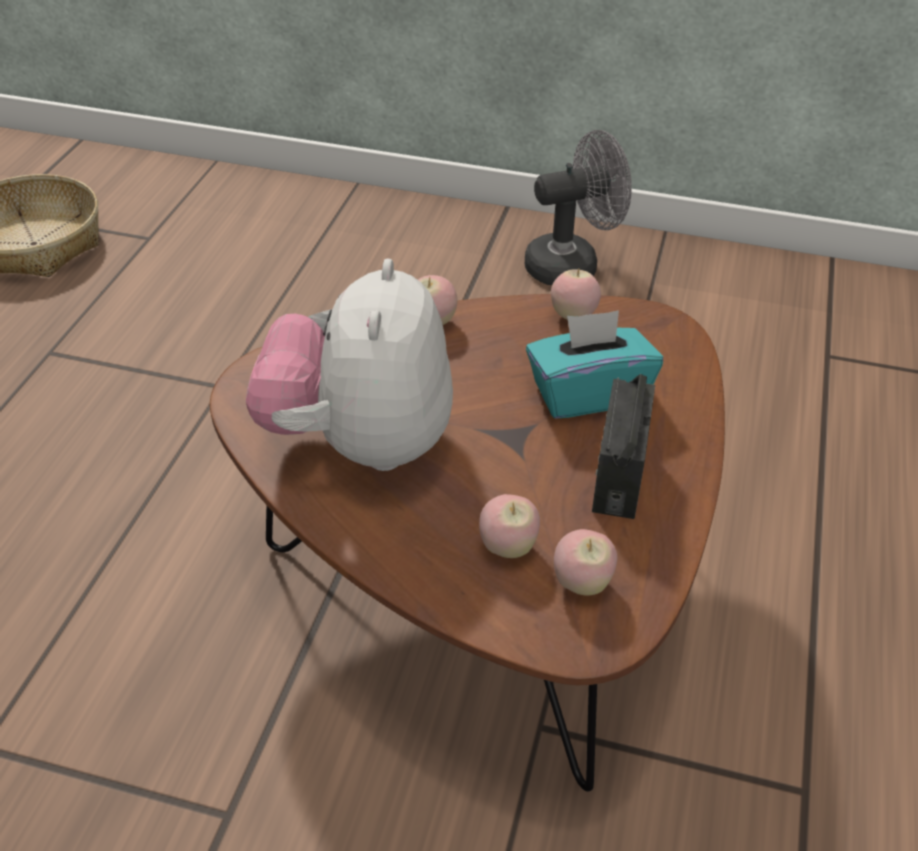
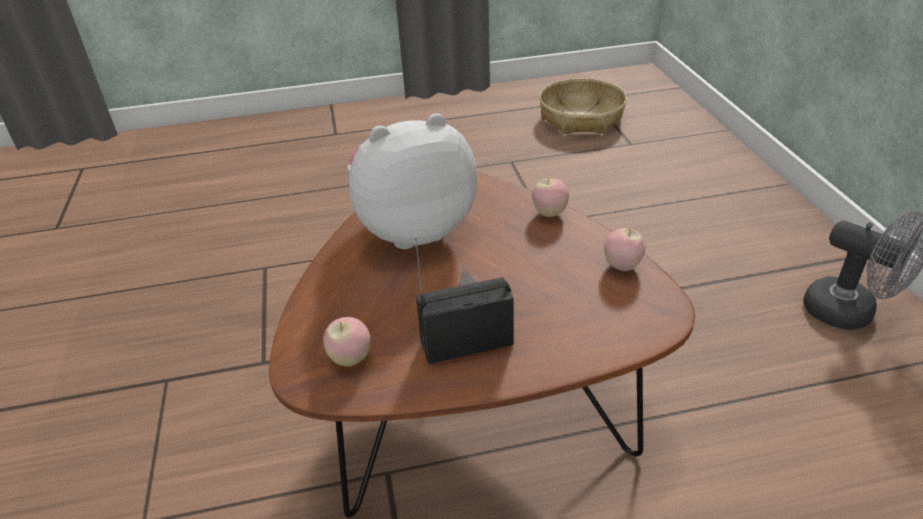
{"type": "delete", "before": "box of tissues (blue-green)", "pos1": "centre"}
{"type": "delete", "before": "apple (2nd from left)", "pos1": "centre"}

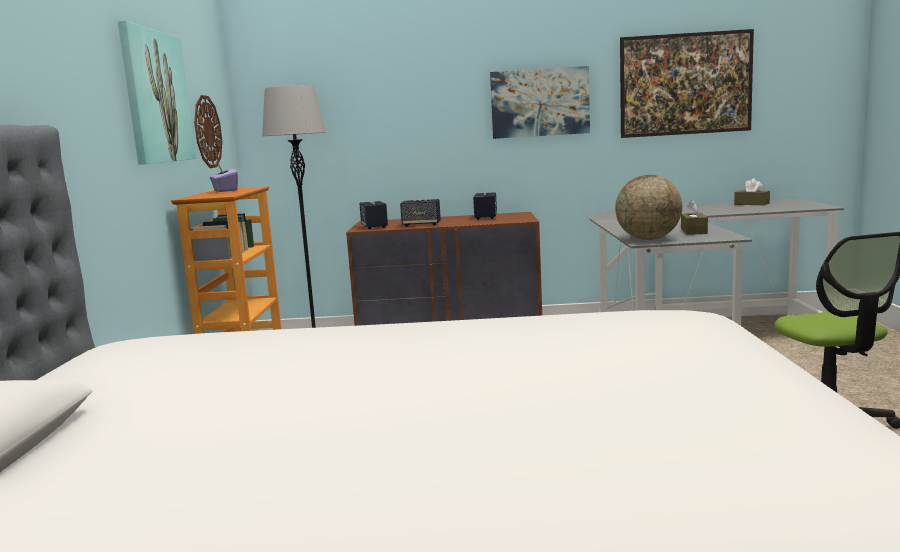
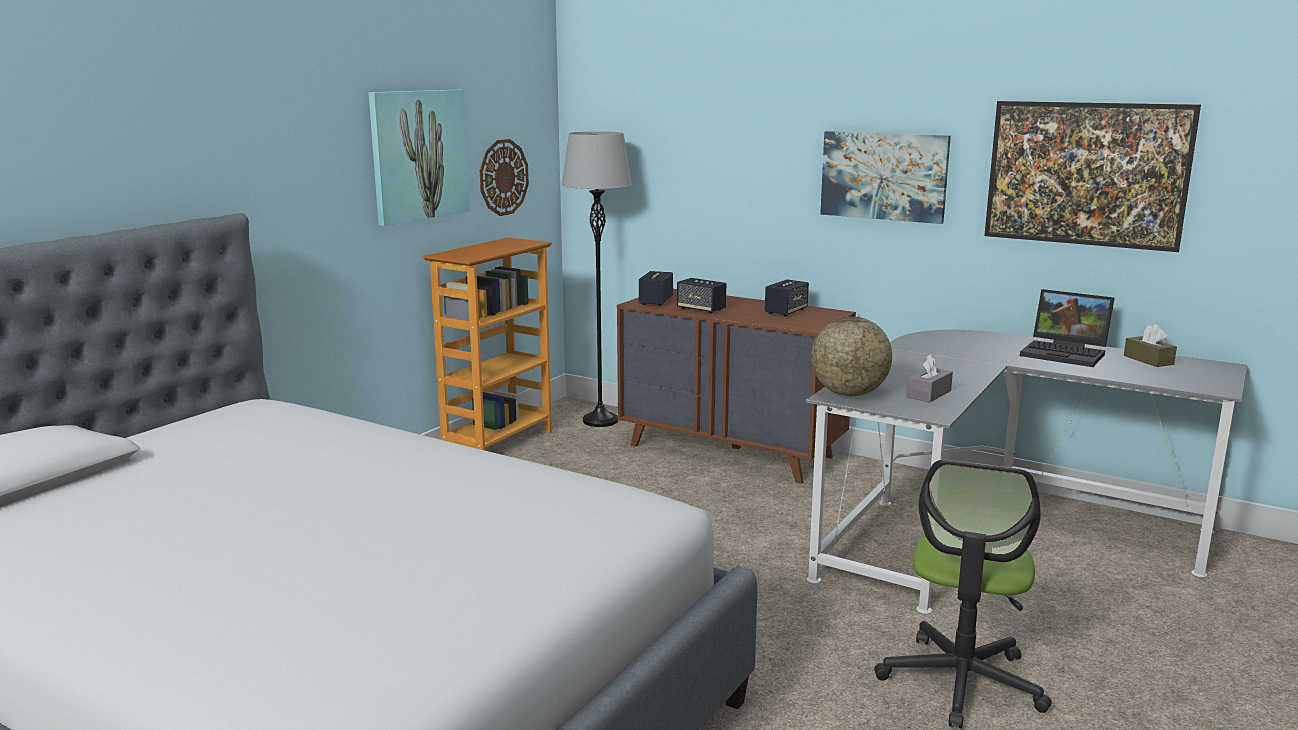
{"type": "delete", "before": "box of tissues (purplish)", "pos1": "top left"}
{"type": "recolor", "before": "box of tissues (brown-coloured) (1st from left)", "after": "box of tissues (grey)", "pos1": "middle right", "pos2": "middle right"}
{"type": "insert", "after": "notebook computer", "pos2": "middle right"}

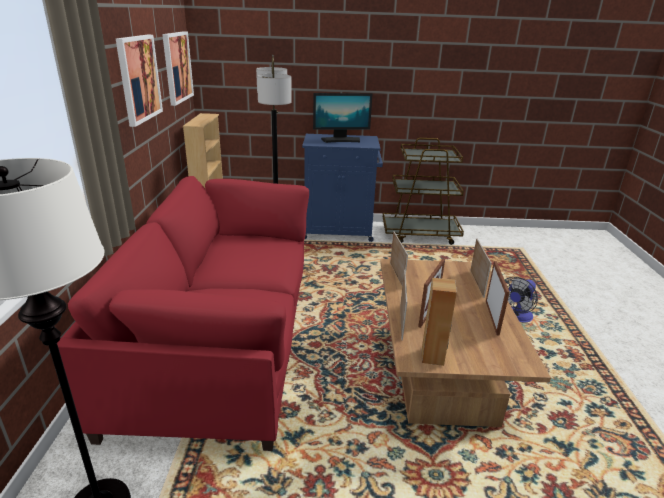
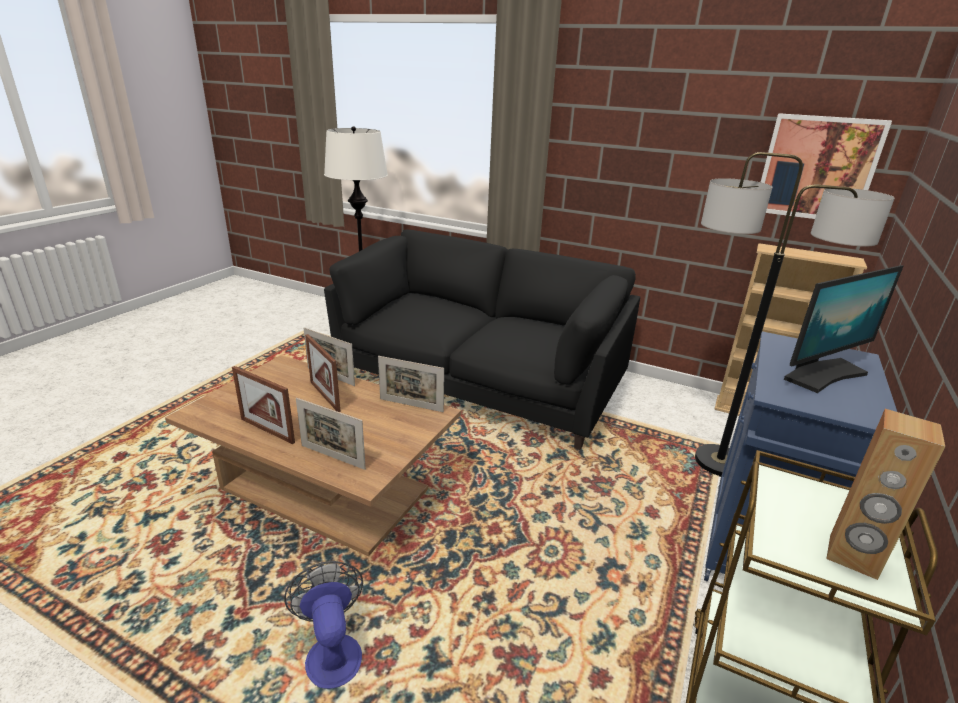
{"type": "delete", "before": "wall art (1st from left)", "pos1": "top left"}
{"type": "rotate", "before": "computer screen", "pos1": "top centre", "pos2": "middle right", "turn": -135}
{"type": "recolor", "before": "settee (reddish)", "after": "settee (black)", "pos1": "middle left", "pos2": "centre"}
{"type": "move", "before": "audio speaker (brown-coloured)", "pos1": "centre", "pos2": "bottom right"}

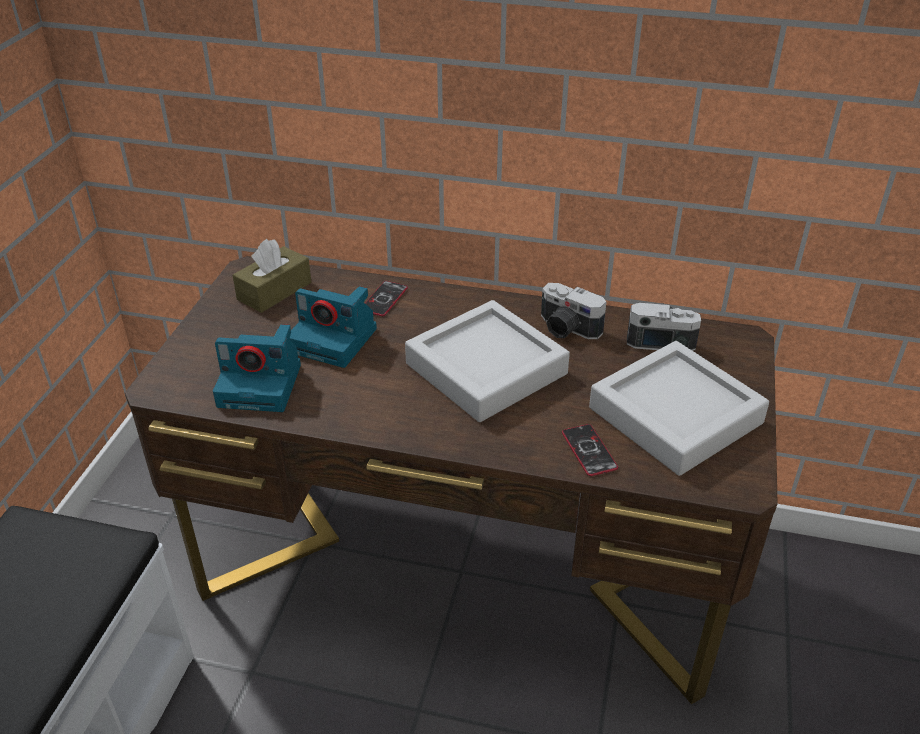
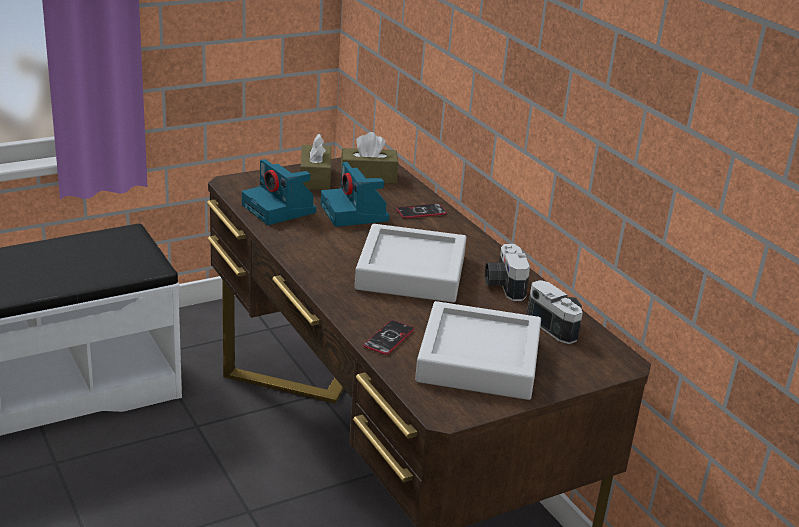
{"type": "insert", "after": "box of tissues (brown-coloured) (1st from left)", "pos2": "top centre"}

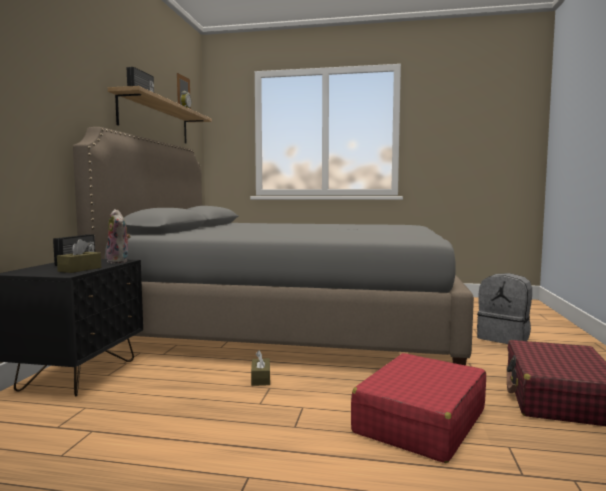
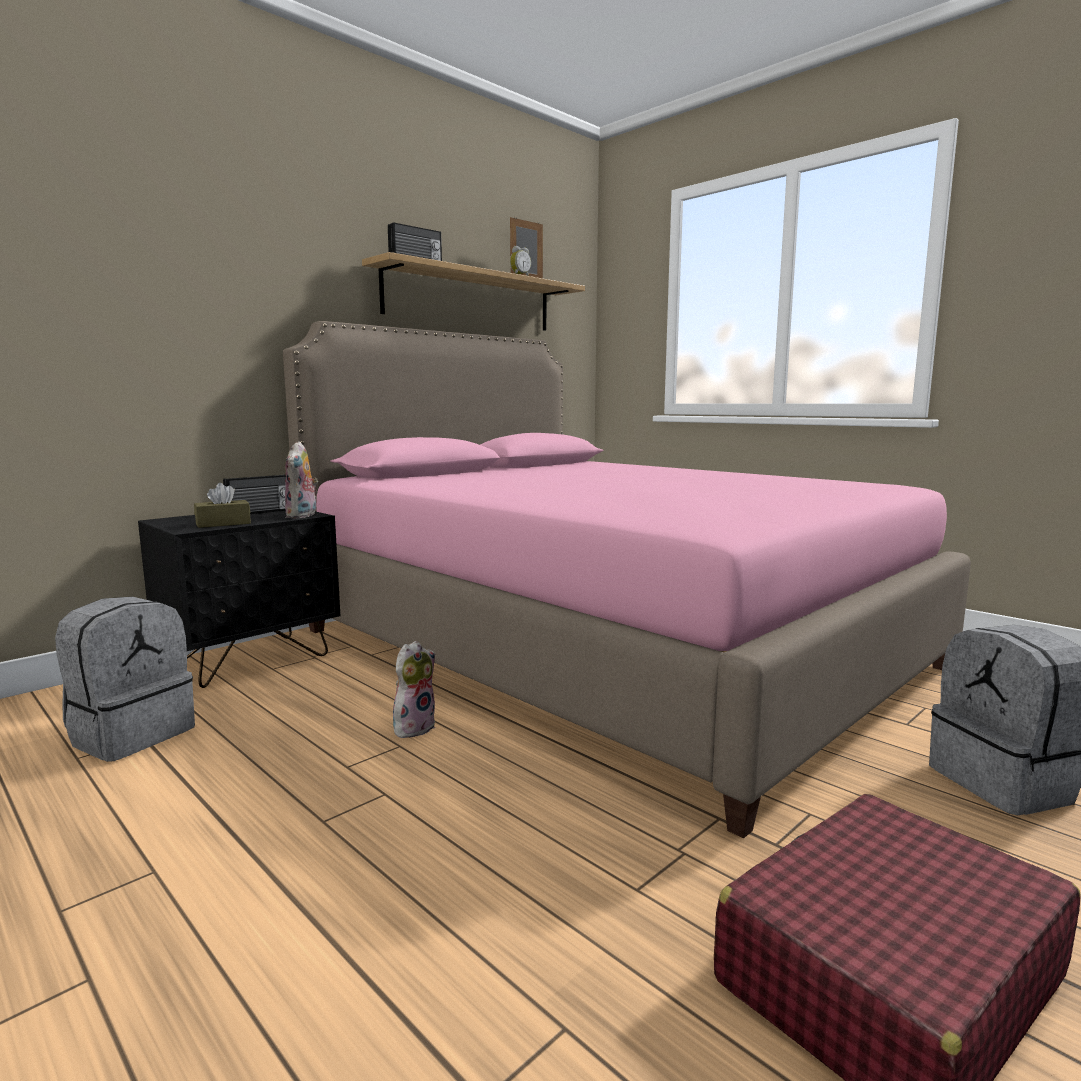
{"type": "recolor", "before": "bed (grey)", "after": "bed (pinkish)", "pos1": "centre", "pos2": "centre"}
{"type": "replace", "before": "box of tissues (brown-coloured) (2nd from left)", "after": "cuddly toy (2nd from left)", "pos1": "bottom centre", "pos2": "centre"}
{"type": "delete", "before": "piece of luggage (reddish) (1st from left)", "pos1": "bottom right"}
{"type": "insert", "after": "knapsack (grey) (1st from left)", "pos2": "middle left"}

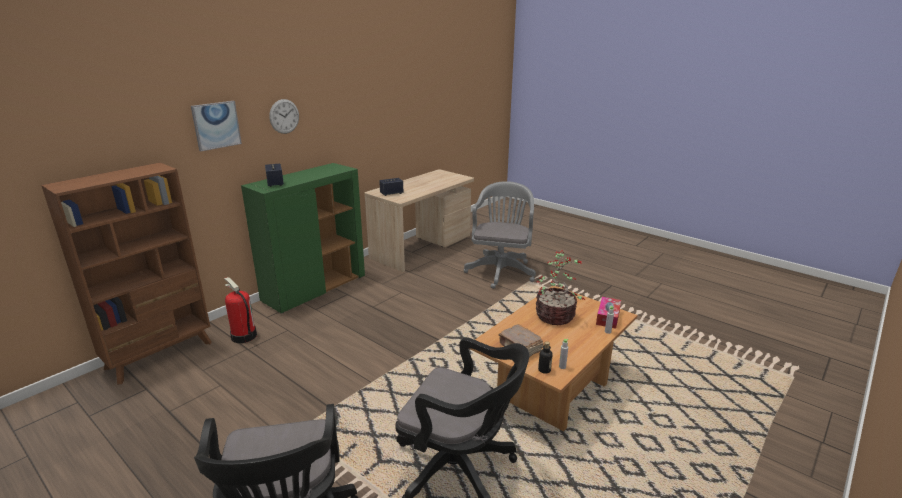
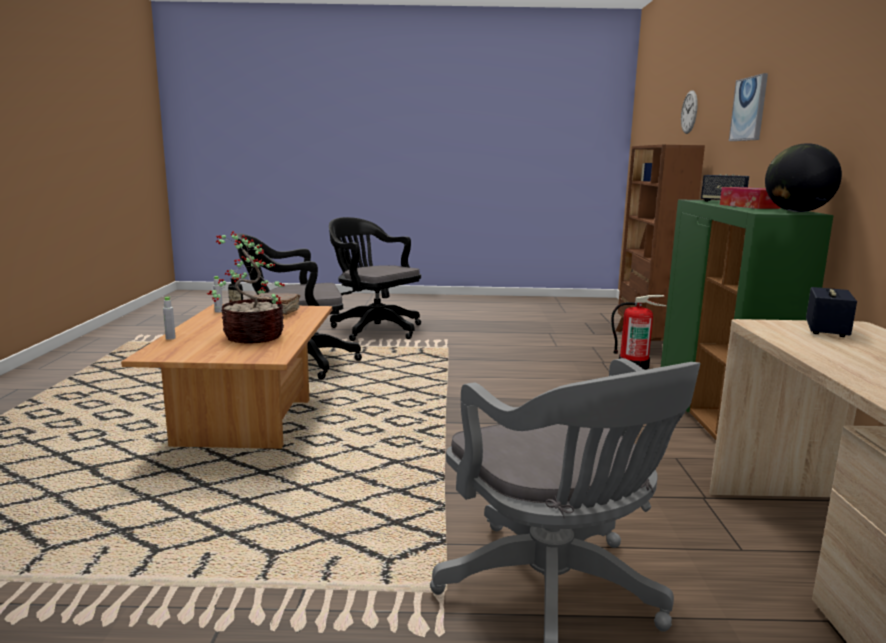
{"type": "move", "before": "hanging clock", "pos1": "top left", "pos2": "top right"}
{"type": "move", "before": "box of tissues", "pos1": "middle right", "pos2": "top right"}
{"type": "insert", "after": "globe", "pos2": "top right"}

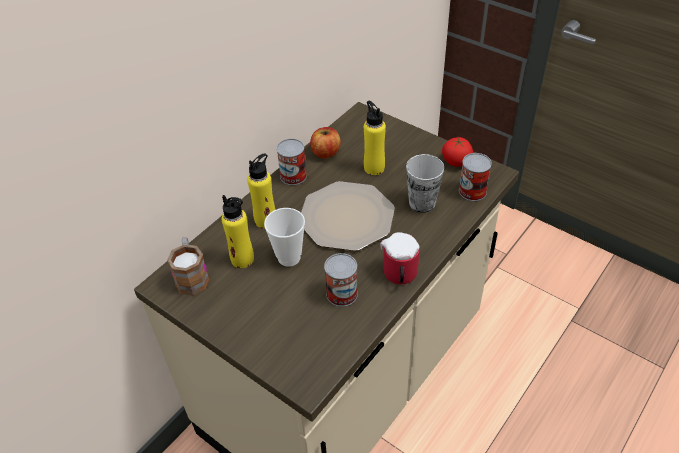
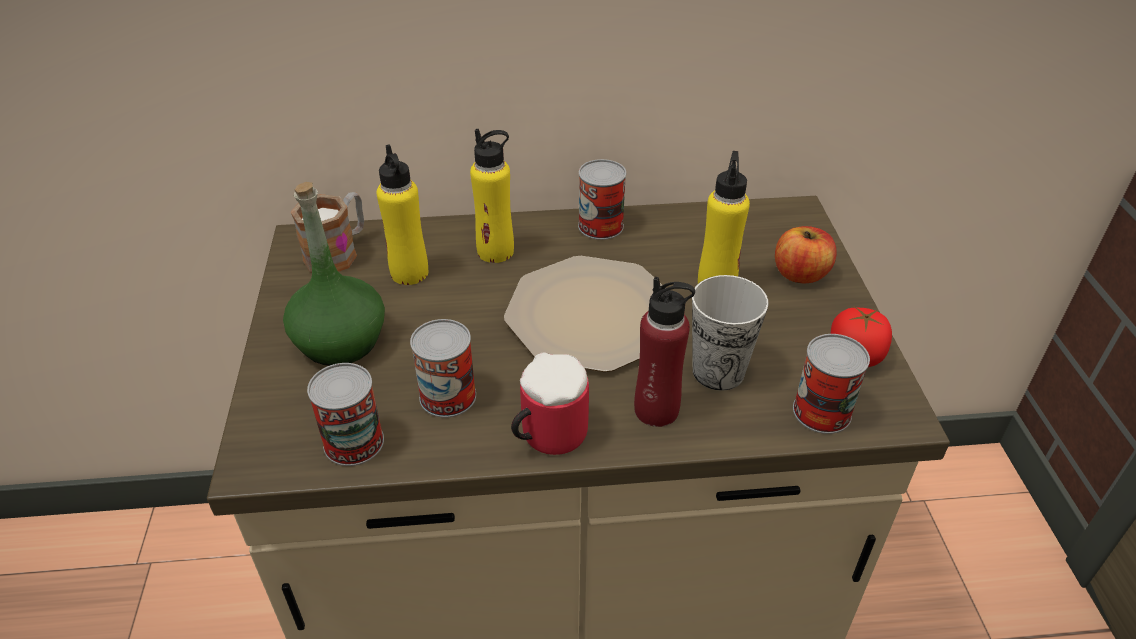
{"type": "move", "before": "apple", "pos1": "top centre", "pos2": "middle right"}
{"type": "delete", "before": "drinking cup (1st from left)", "pos1": "centre"}
{"type": "insert", "after": "drink bottle (greenish)", "pos2": "middle left"}
{"type": "insert", "after": "drink bottle (reddish)", "pos2": "centre"}
{"type": "insert", "after": "can (1st from left)", "pos2": "middle left"}

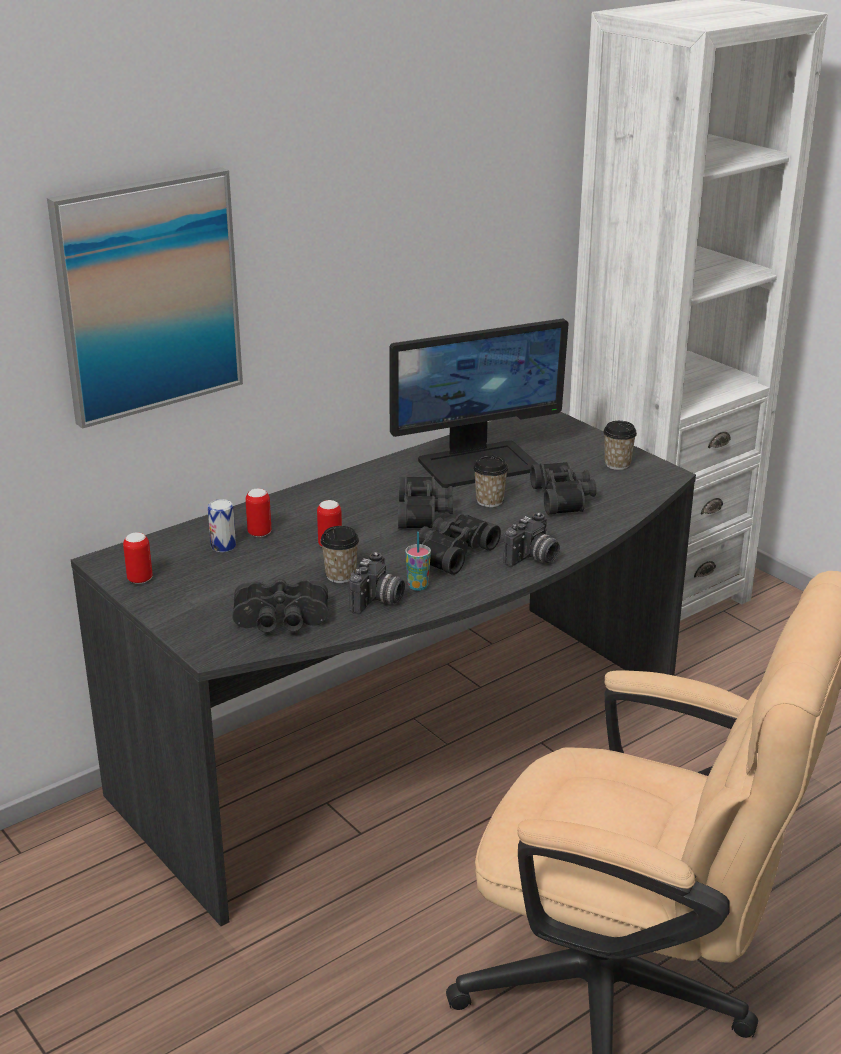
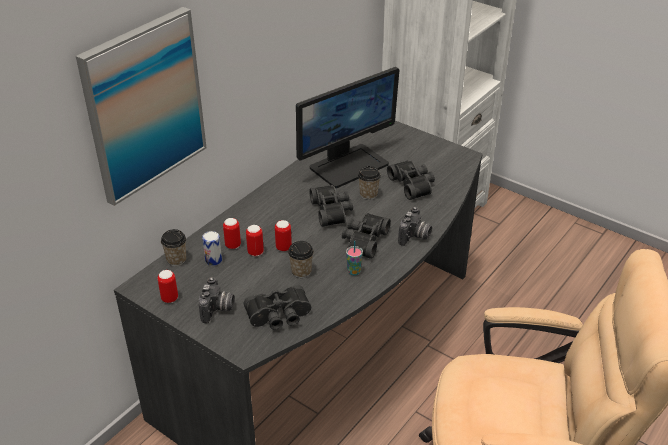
{"type": "move", "before": "drinking cup (4th from left in the first image)", "after": "drinking cup (1st from left)", "pos1": "middle right", "pos2": "middle left"}
{"type": "move", "before": "still camera (1st from left)", "pos1": "centre", "pos2": "bottom left"}
{"type": "insert", "after": "can (4th from left)", "pos2": "centre"}

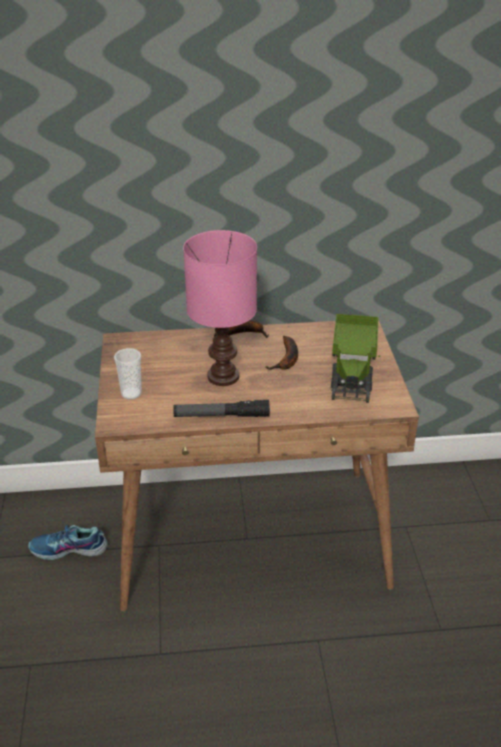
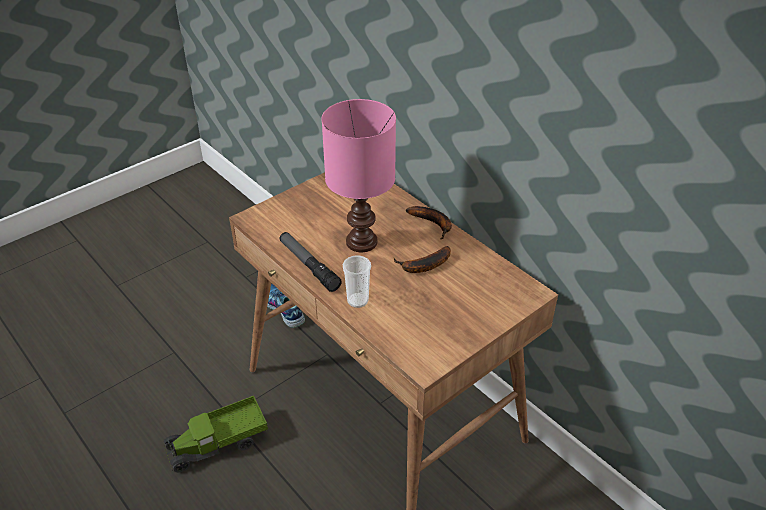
{"type": "move", "before": "model truck", "pos1": "middle right", "pos2": "bottom left"}
{"type": "move", "before": "drinking cup", "pos1": "middle left", "pos2": "centre"}

